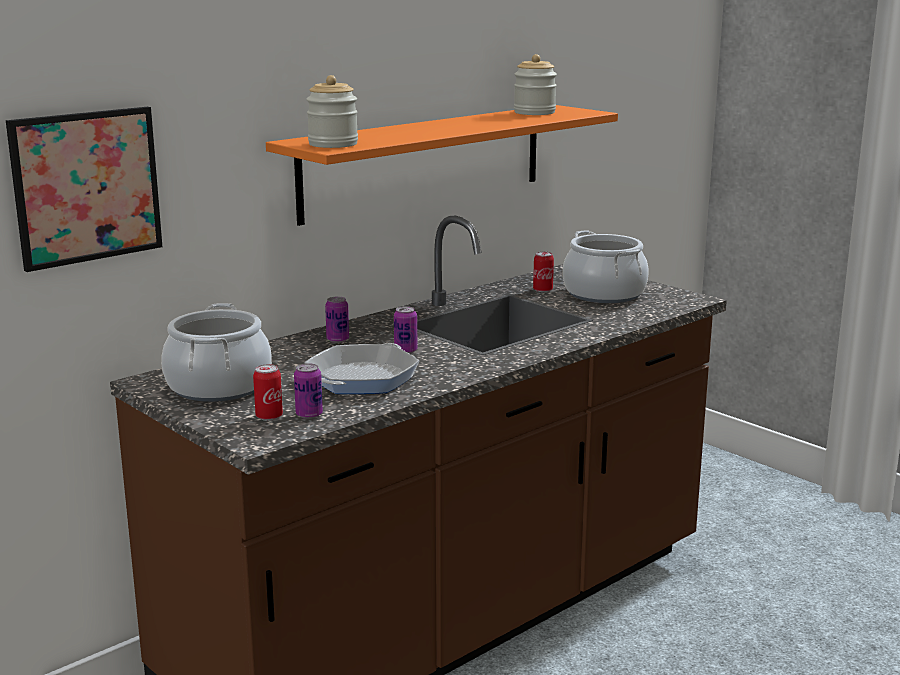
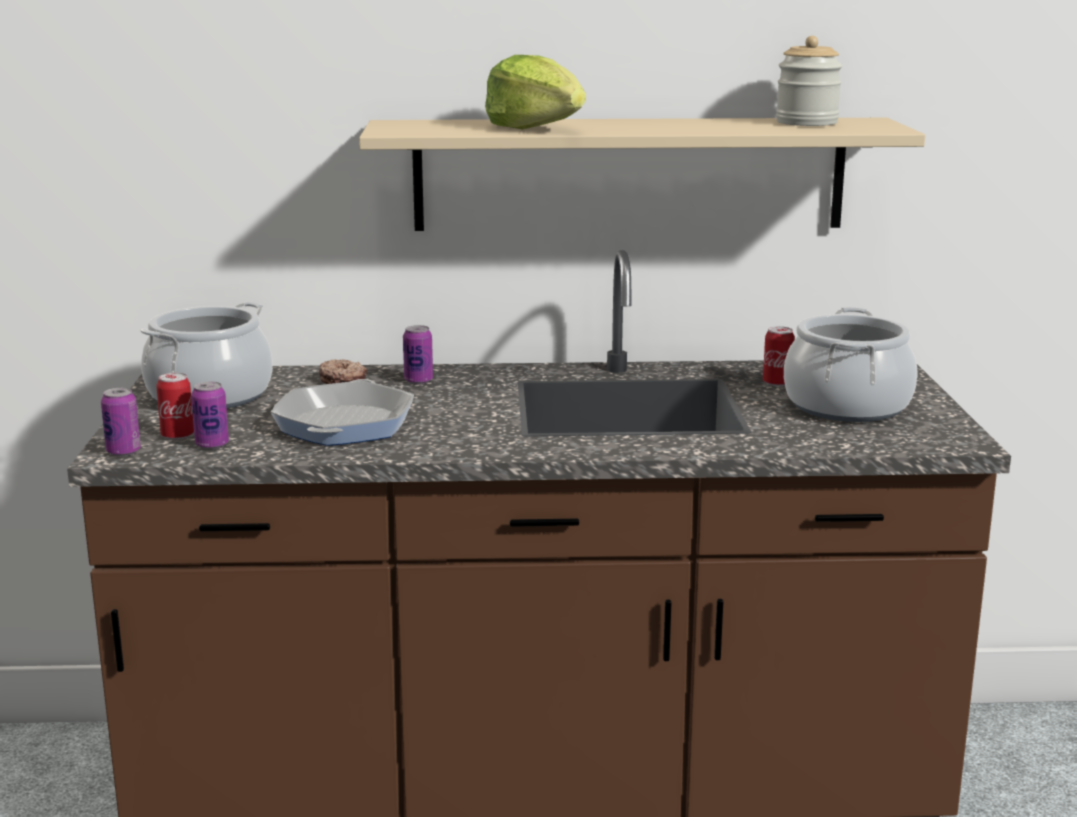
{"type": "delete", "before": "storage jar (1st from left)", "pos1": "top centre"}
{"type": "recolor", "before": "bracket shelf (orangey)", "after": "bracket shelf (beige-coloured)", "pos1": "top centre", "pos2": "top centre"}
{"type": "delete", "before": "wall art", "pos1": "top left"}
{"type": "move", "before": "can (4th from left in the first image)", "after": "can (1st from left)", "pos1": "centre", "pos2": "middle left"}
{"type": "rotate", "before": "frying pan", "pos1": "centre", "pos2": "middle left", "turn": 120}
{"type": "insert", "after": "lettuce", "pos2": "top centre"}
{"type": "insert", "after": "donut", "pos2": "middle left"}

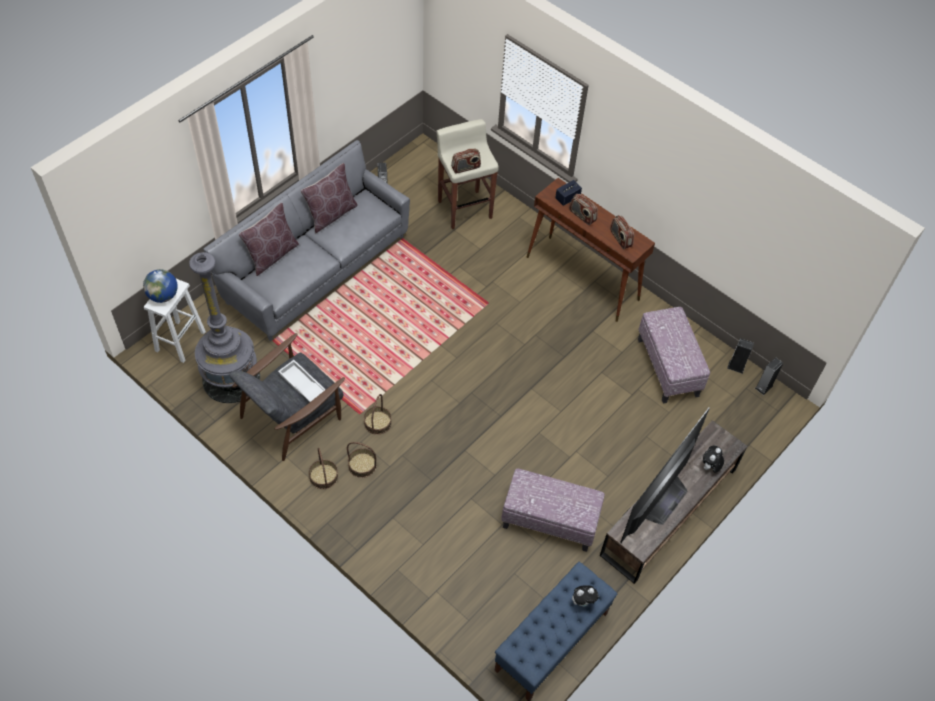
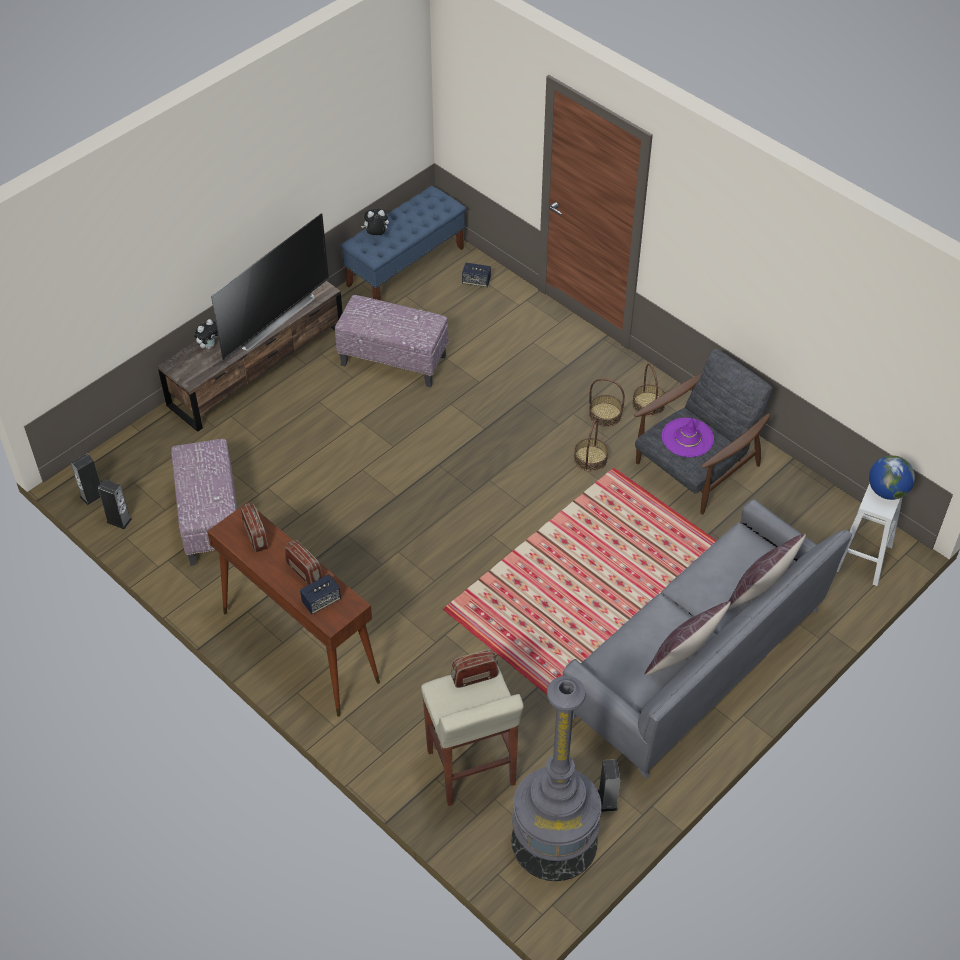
{"type": "move", "before": "standing lamp (grey)", "pos1": "middle left", "pos2": "bottom centre"}
{"type": "replace", "before": "tray (whitish)", "after": "wearable hat (purplish)", "pos1": "middle left", "pos2": "middle right"}
{"type": "insert", "after": "audio speaker (4th from left)", "pos2": "top centre"}

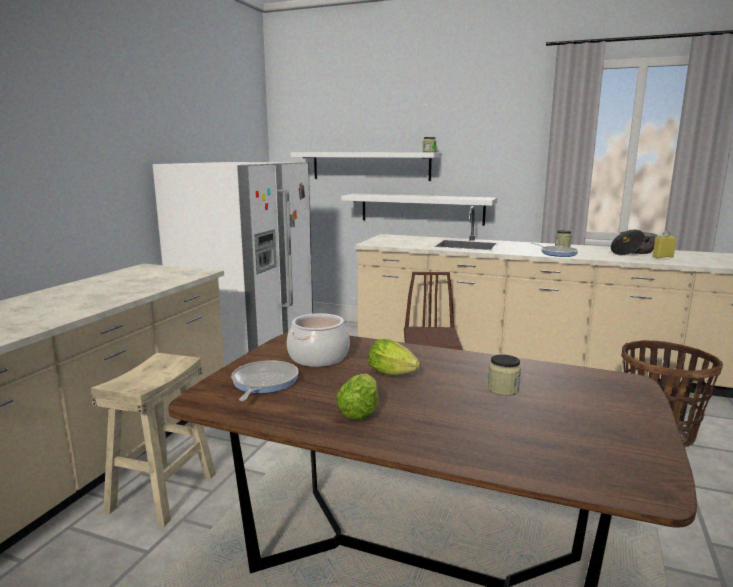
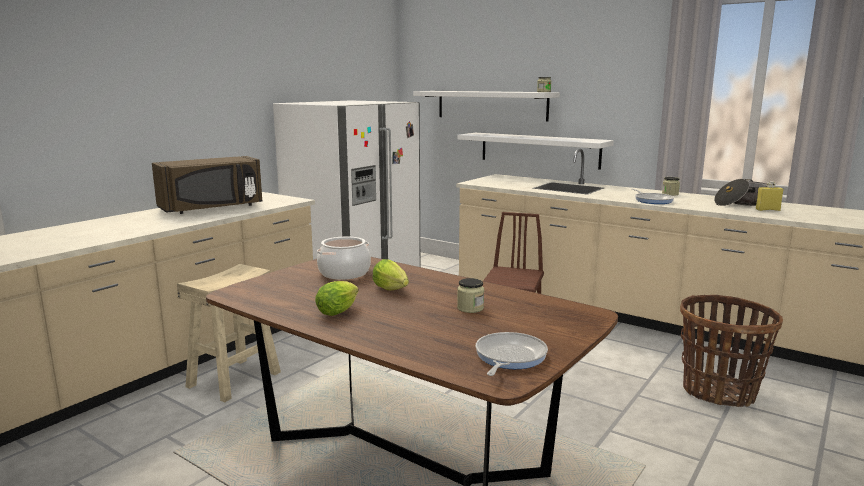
{"type": "move", "before": "frying pan (1st from left)", "pos1": "centre", "pos2": "bottom centre"}
{"type": "insert", "after": "kitchen microwave (brown-coloured)", "pos2": "middle left"}

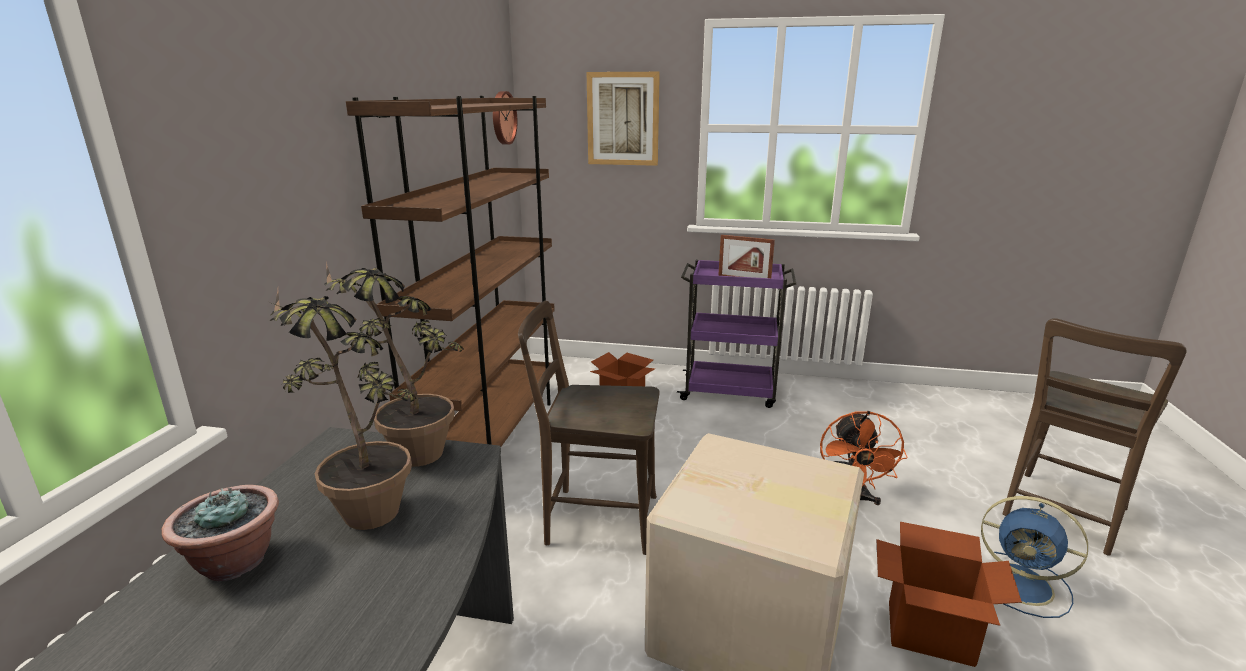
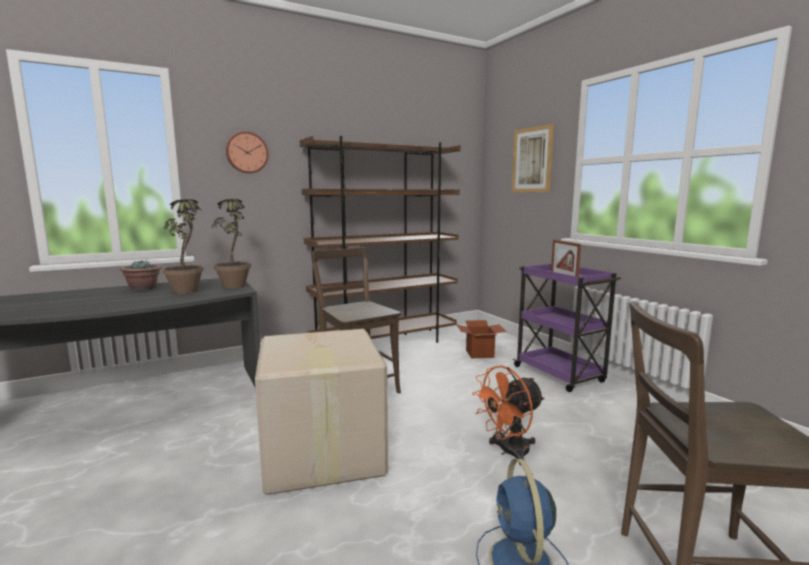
{"type": "move", "before": "hanging clock", "pos1": "top centre", "pos2": "top left"}
{"type": "delete", "before": "packing box (3rd from left)", "pos1": "bottom right"}

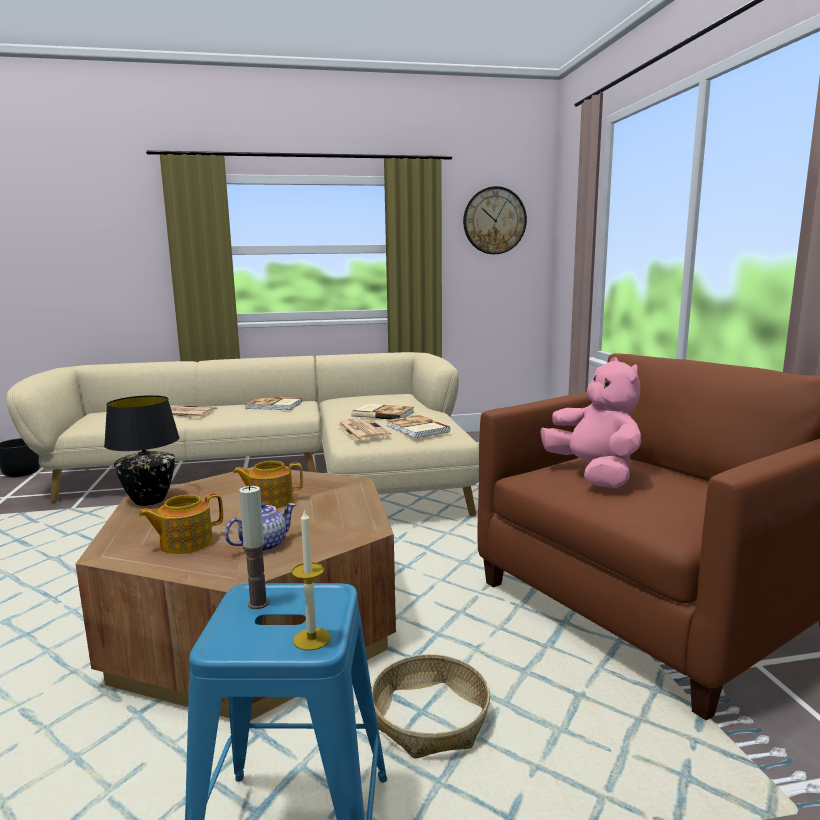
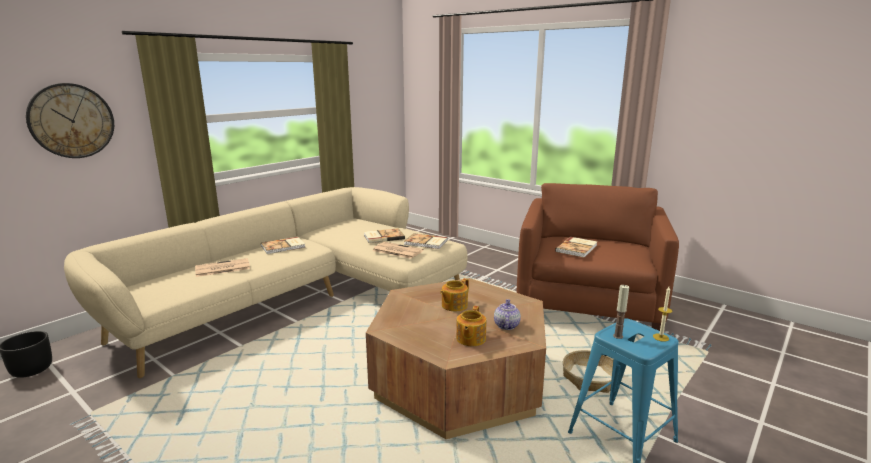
{"type": "move", "before": "hanging clock", "pos1": "top centre", "pos2": "top left"}
{"type": "replace", "before": "cuddly toy (pinkish)", "after": "bound book (4th from left)", "pos1": "middle right", "pos2": "centre"}
{"type": "delete", "before": "table lamp (black)", "pos1": "middle left"}

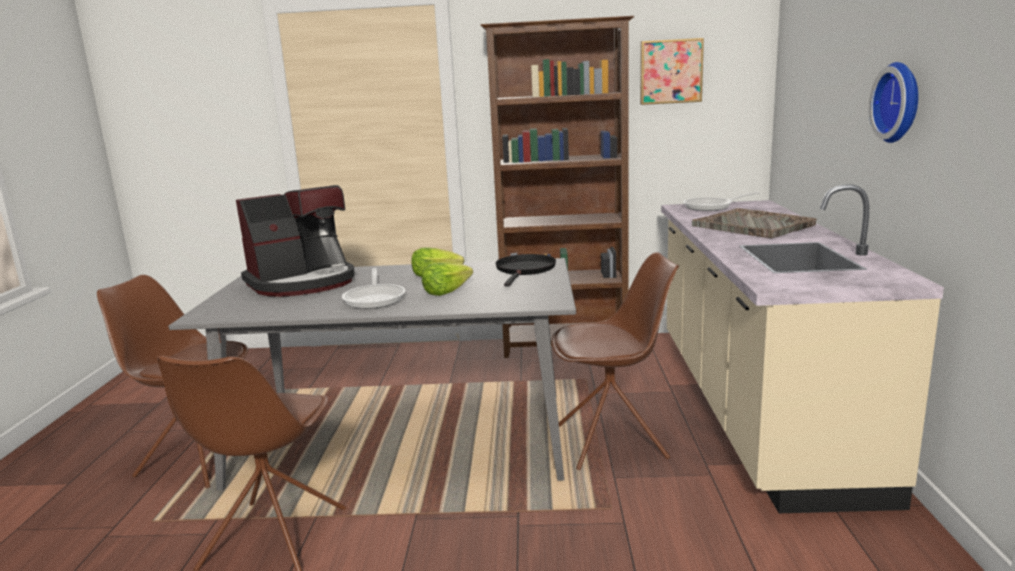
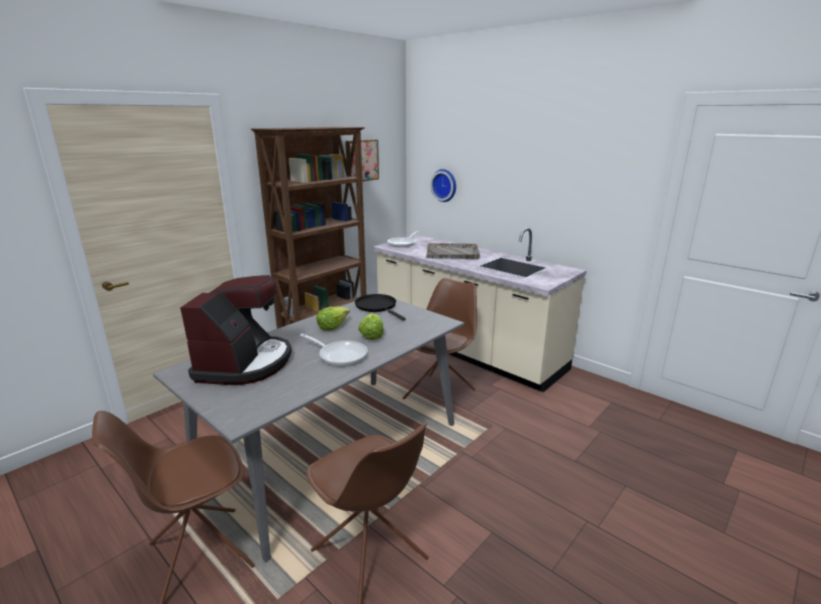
{"type": "move", "before": "hanging clock", "pos1": "top right", "pos2": "top centre"}

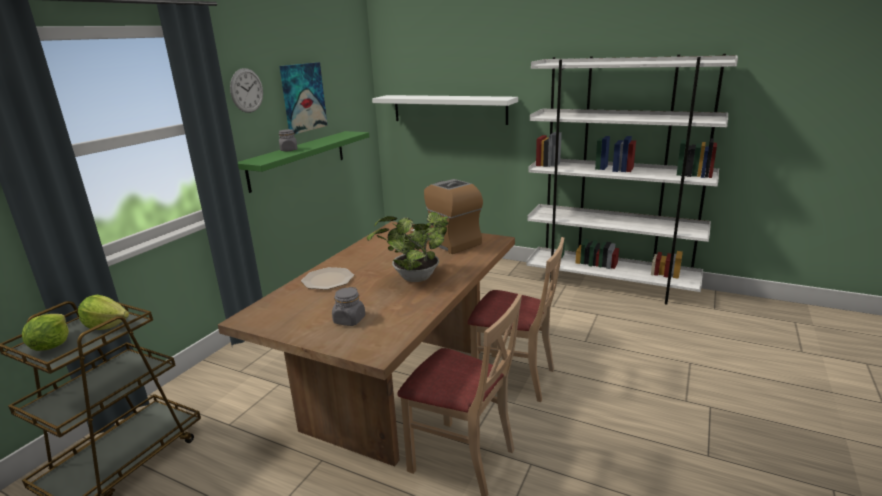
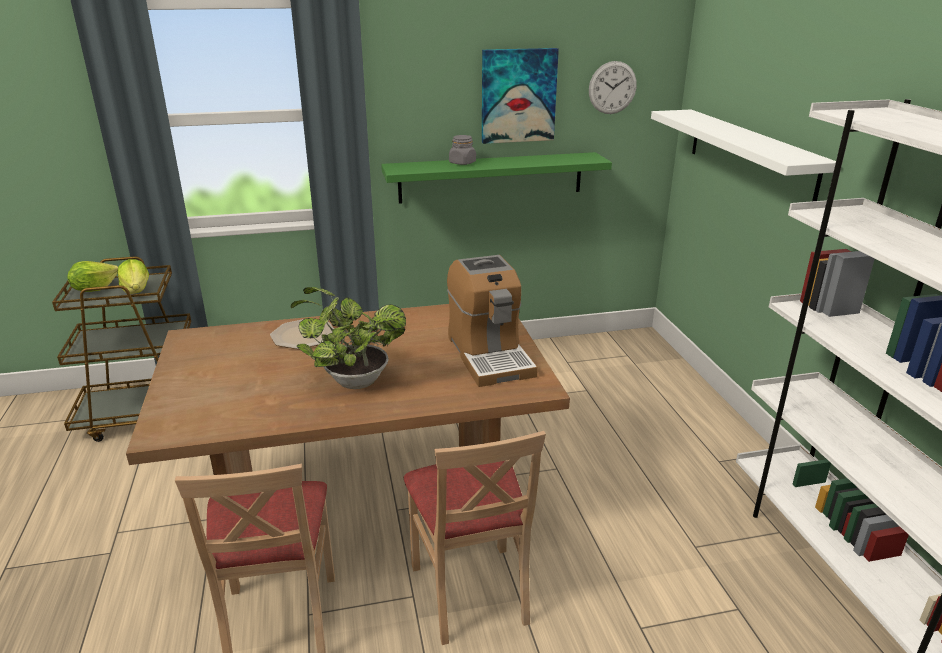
{"type": "move", "before": "hanging clock", "pos1": "top left", "pos2": "top centre"}
{"type": "rotate", "before": "coffee maker", "pos1": "centre", "pos2": "centre", "turn": 150}
{"type": "delete", "before": "storage jar (grey) (2nd from left)", "pos1": "centre"}

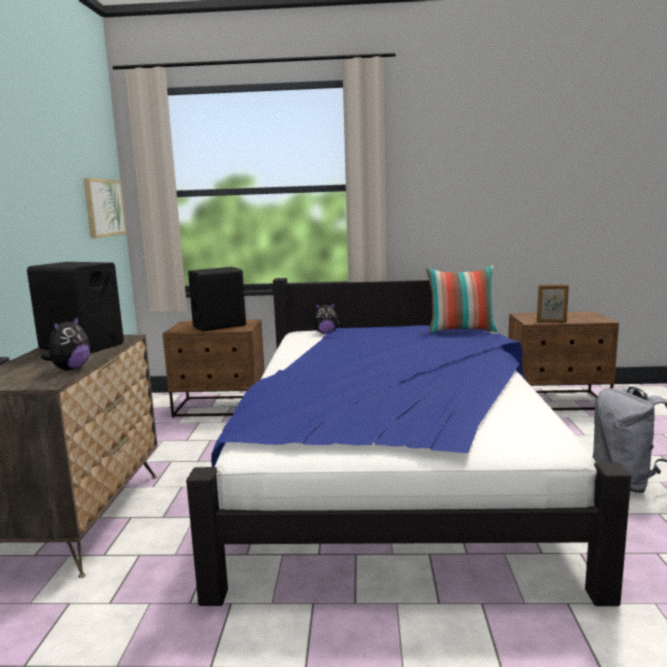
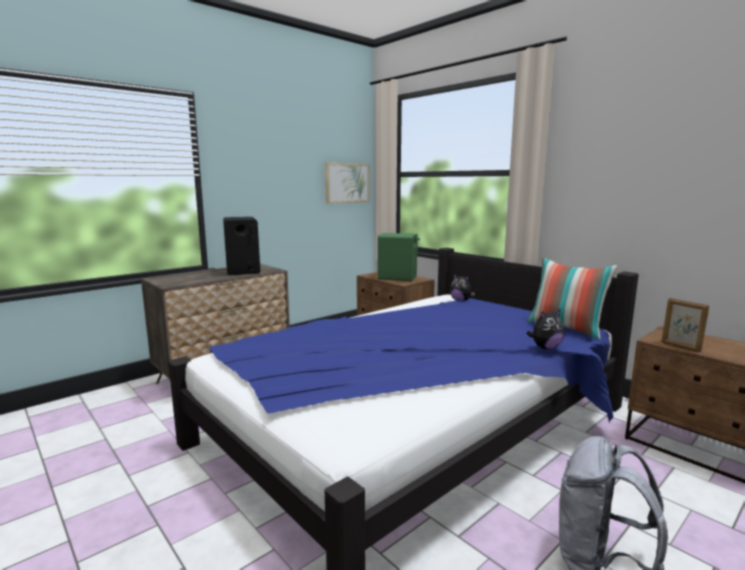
{"type": "recolor", "before": "audio speaker (black) (2nd from left)", "after": "audio speaker (greenish)", "pos1": "middle left", "pos2": "centre"}
{"type": "move", "before": "cuddly toy (1st from left in the first image)", "after": "cuddly toy (2nd from left)", "pos1": "middle left", "pos2": "middle right"}

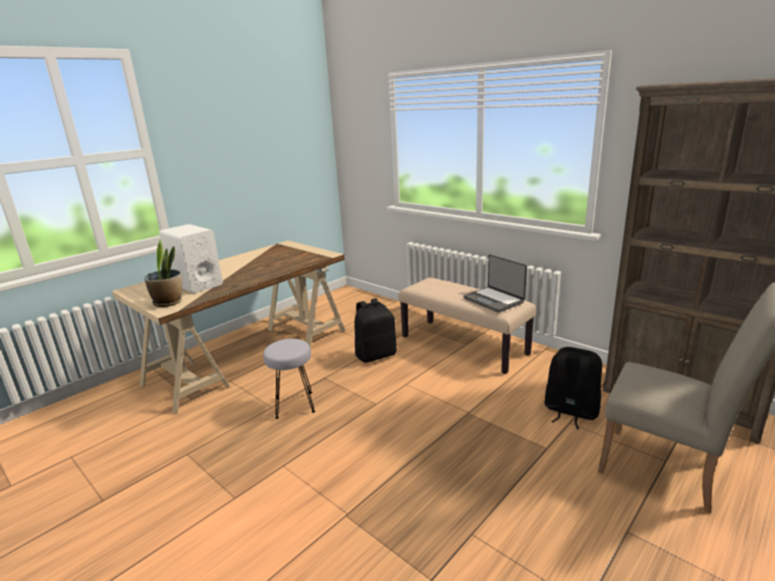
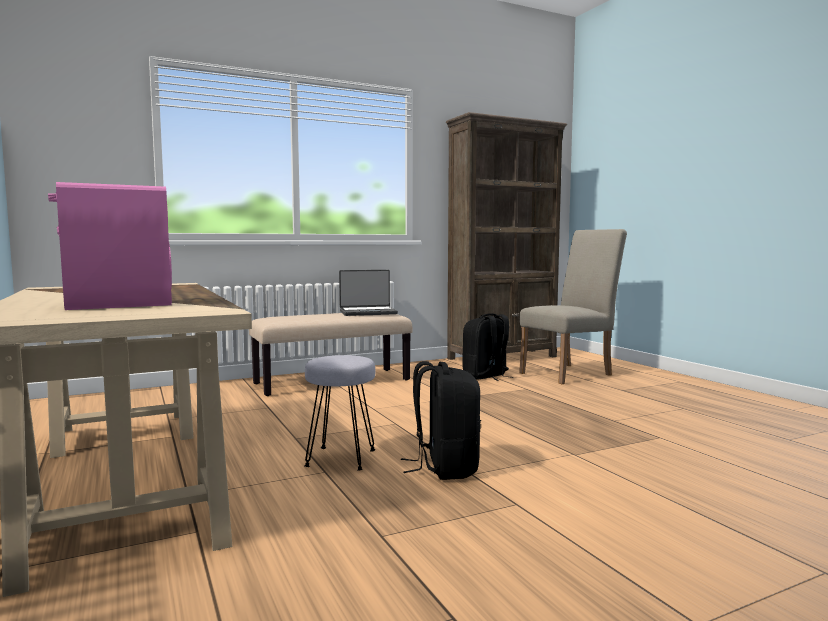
{"type": "recolor", "before": "audio speaker (whitish)", "after": "audio speaker (pinkish)", "pos1": "middle left", "pos2": "middle left"}
{"type": "delete", "before": "plant in a pot", "pos1": "middle left"}
{"type": "move", "before": "knapsack (black) (1st from left)", "pos1": "centre", "pos2": "bottom centre"}

